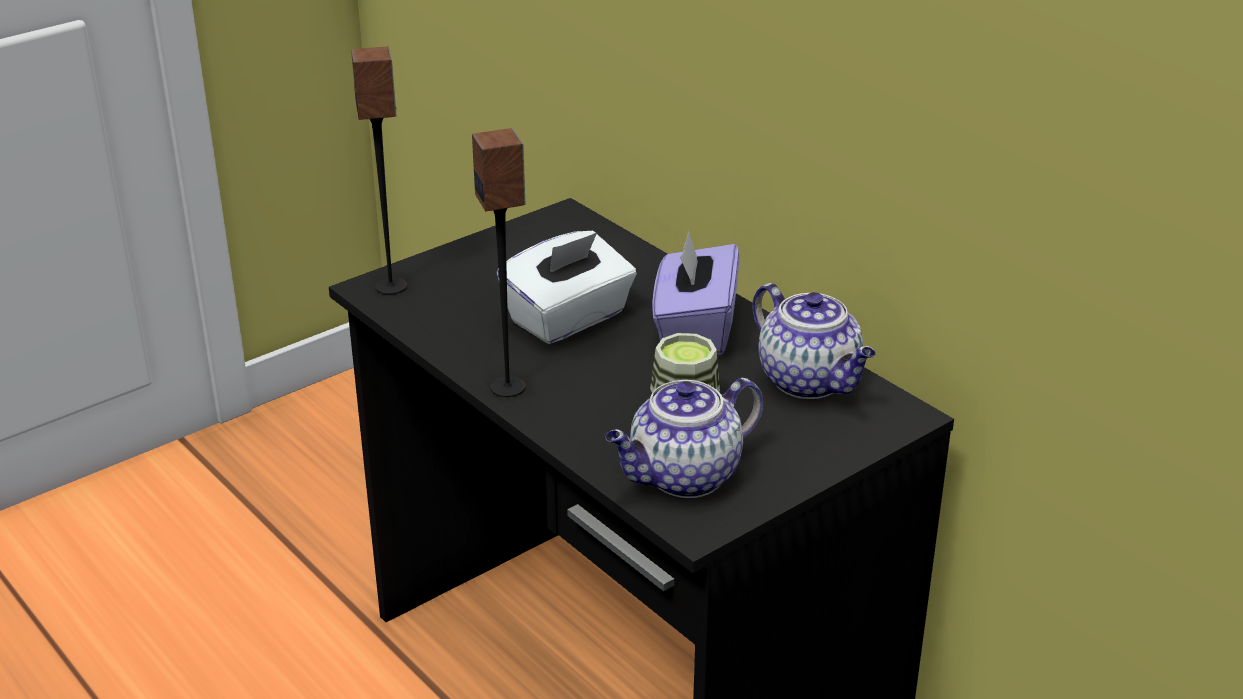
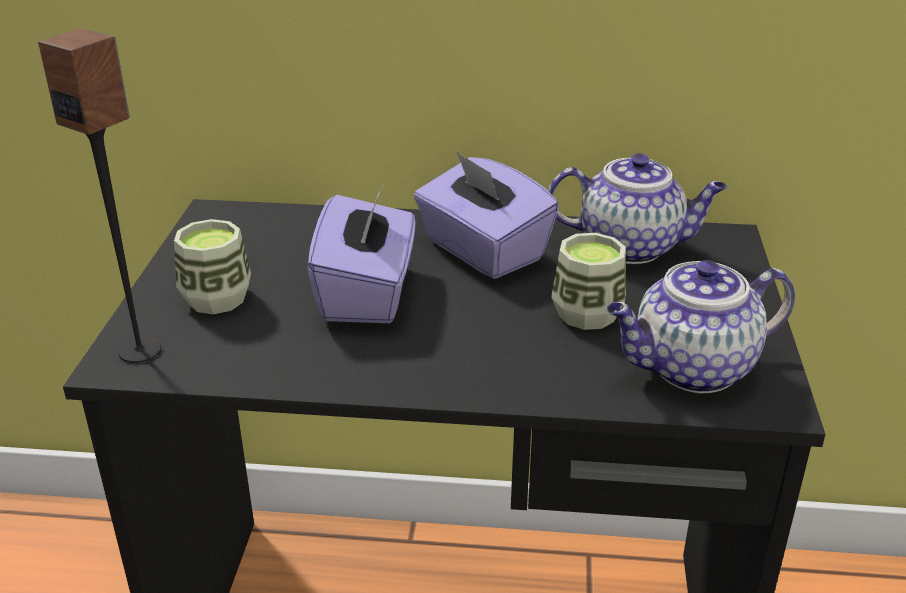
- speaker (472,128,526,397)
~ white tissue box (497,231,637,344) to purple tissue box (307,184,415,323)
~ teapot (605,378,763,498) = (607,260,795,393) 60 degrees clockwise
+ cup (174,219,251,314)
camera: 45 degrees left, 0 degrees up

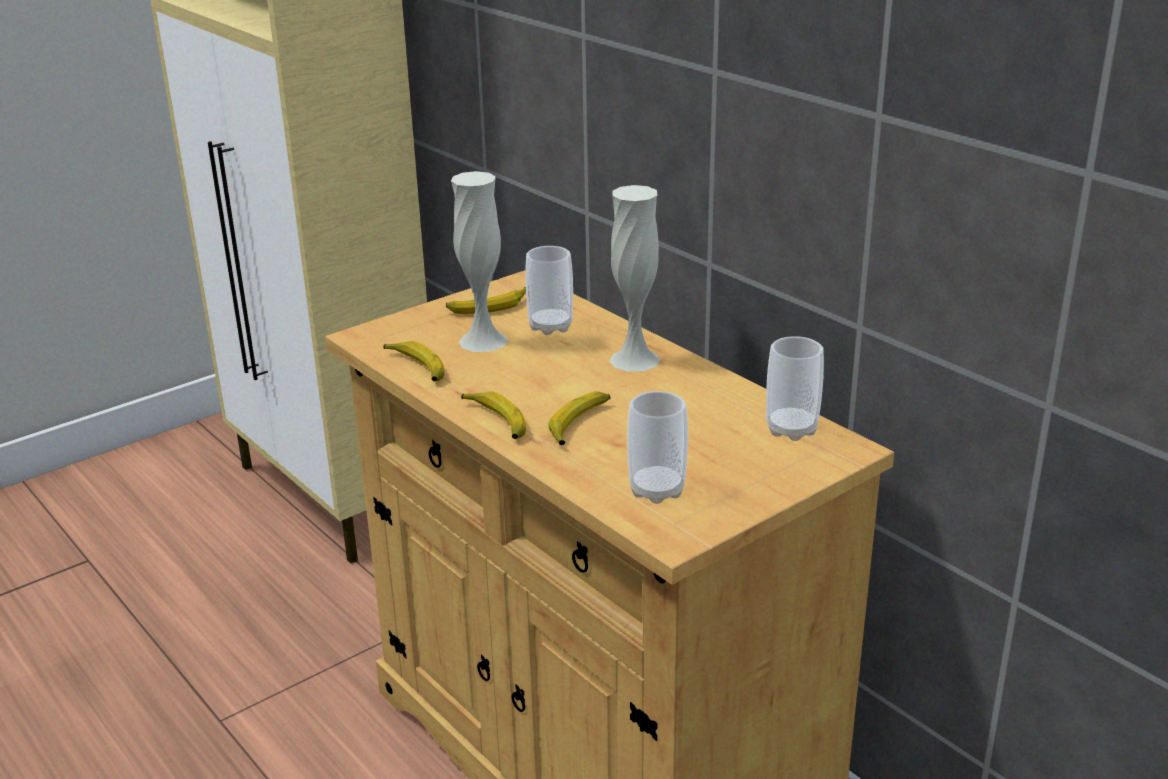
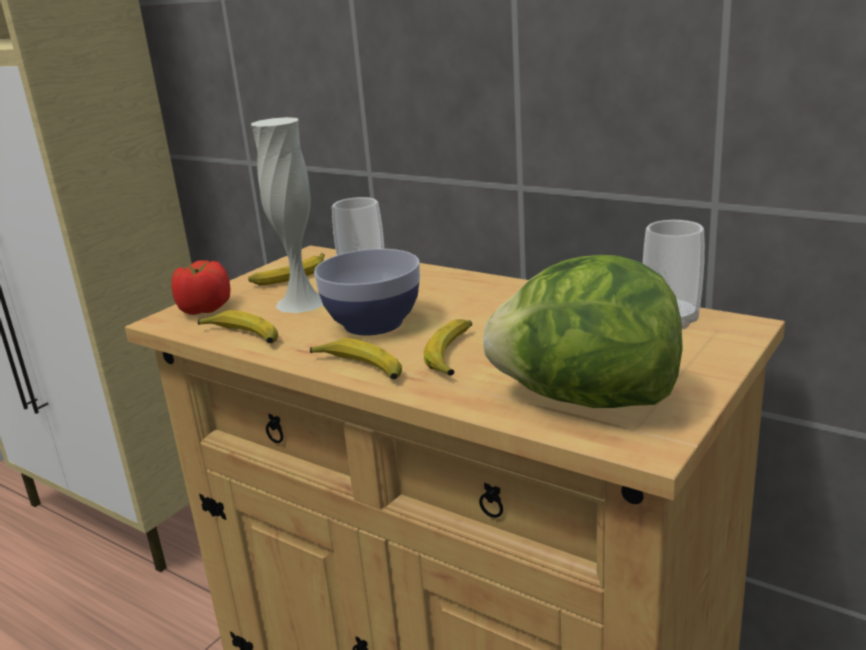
- white vase (609,185,660,372)
~ cup (627,391,688,504) to lettuce (483,255,683,408)
+ bowl (314,249,420,336)
+ tomato (172,260,230,315)
camera: 15 degrees left, 5 degrees down

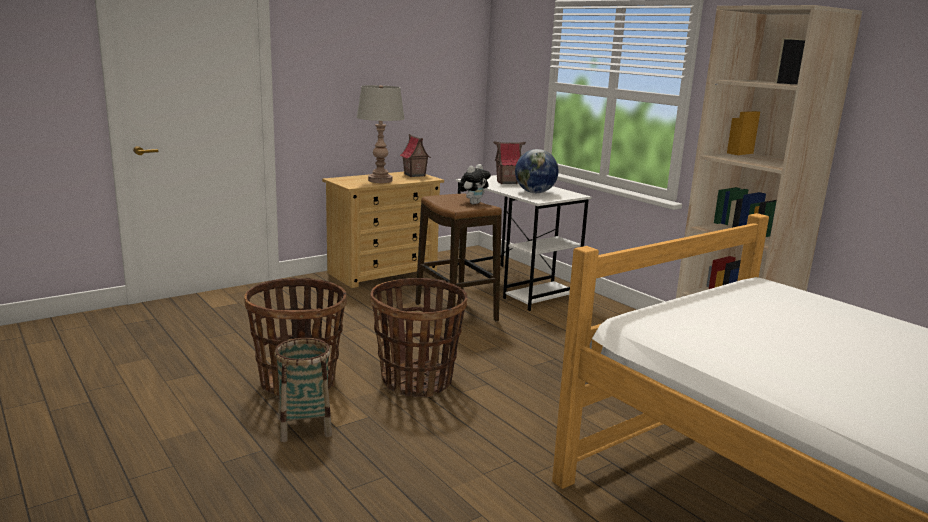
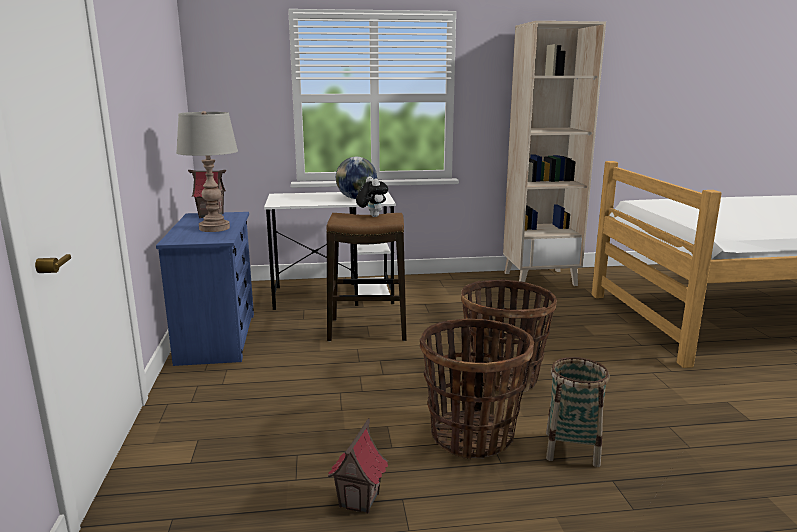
~ toy house (493,141,526,184) to (328,418,388,514)
~ beige dresser (322,172,444,288) to blue dresser (156,212,254,366)
camera: 60 degrees left, 0 degrees up

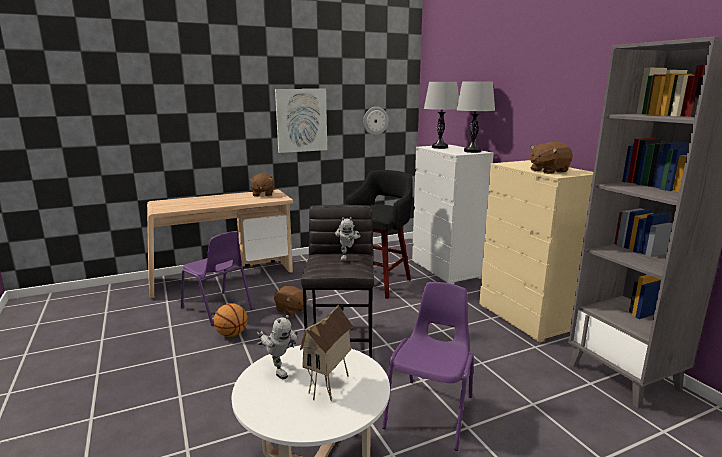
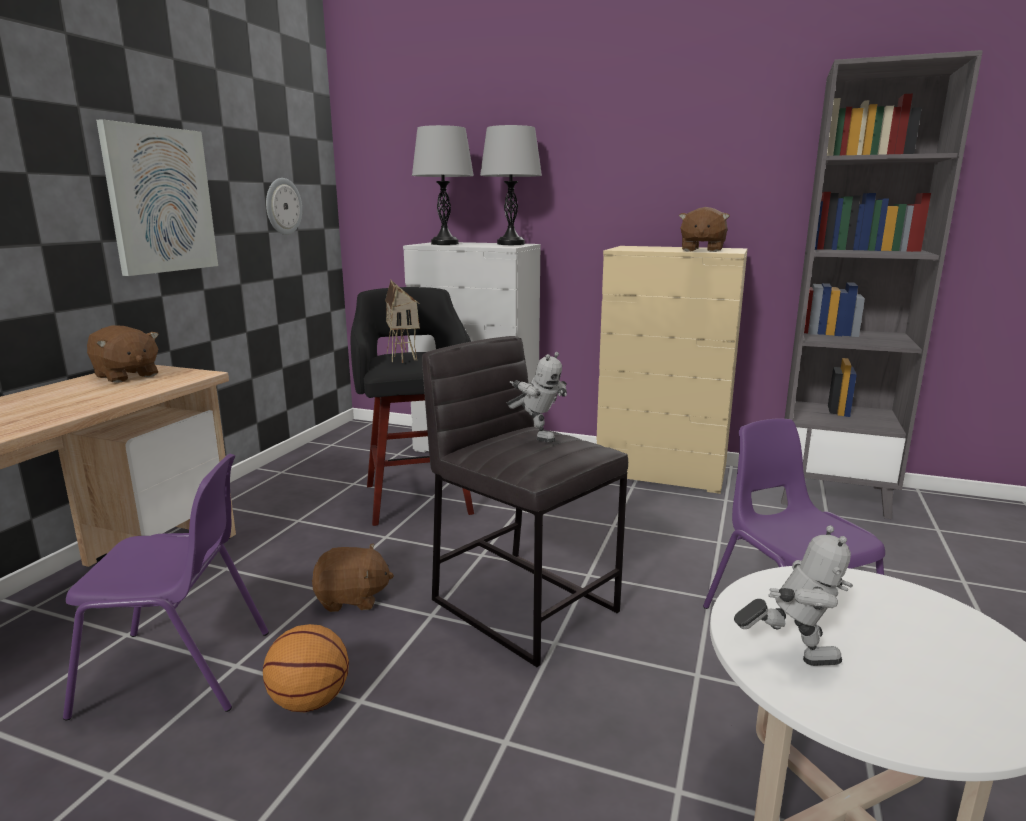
~ toy house (300,305,353,401) to (385,280,420,363)
camera: 45 degrees left, 0 degrees up

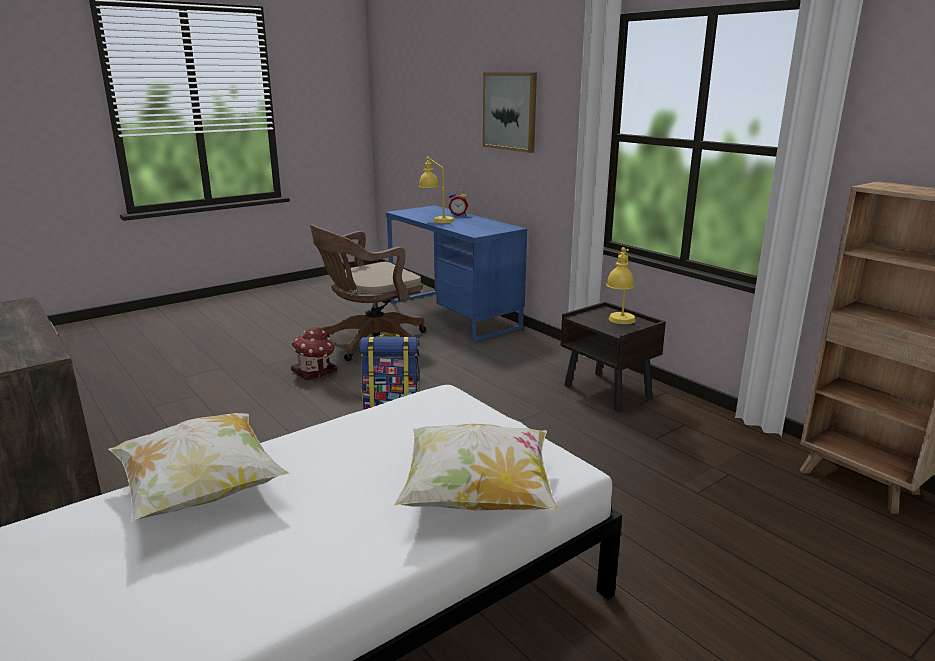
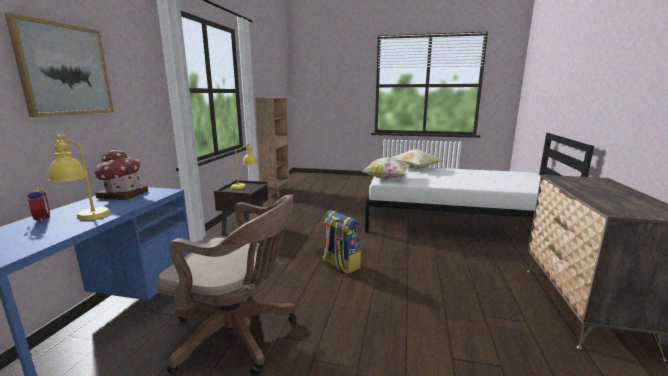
~ toy house (291,327,337,380) to (93,149,148,200)
~ pillow (108,413,290,522) to (362,157,410,180)
camera: 130 degrees left, 5 degrees down

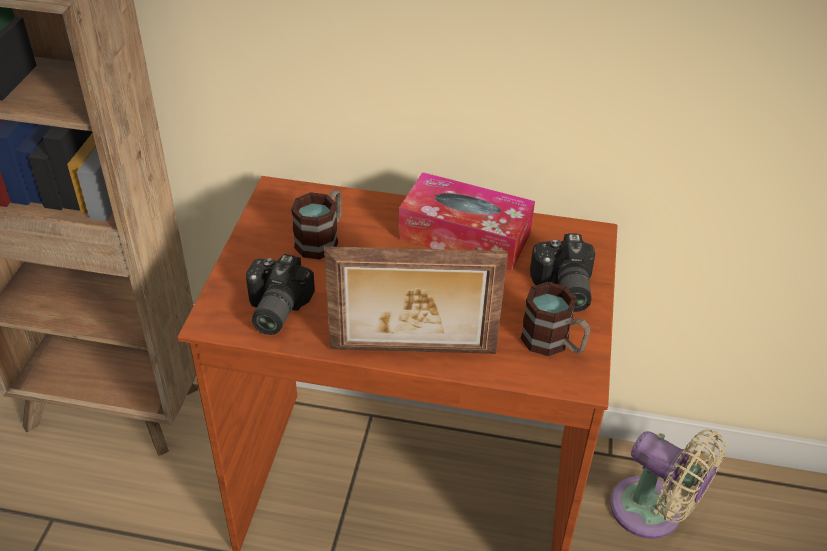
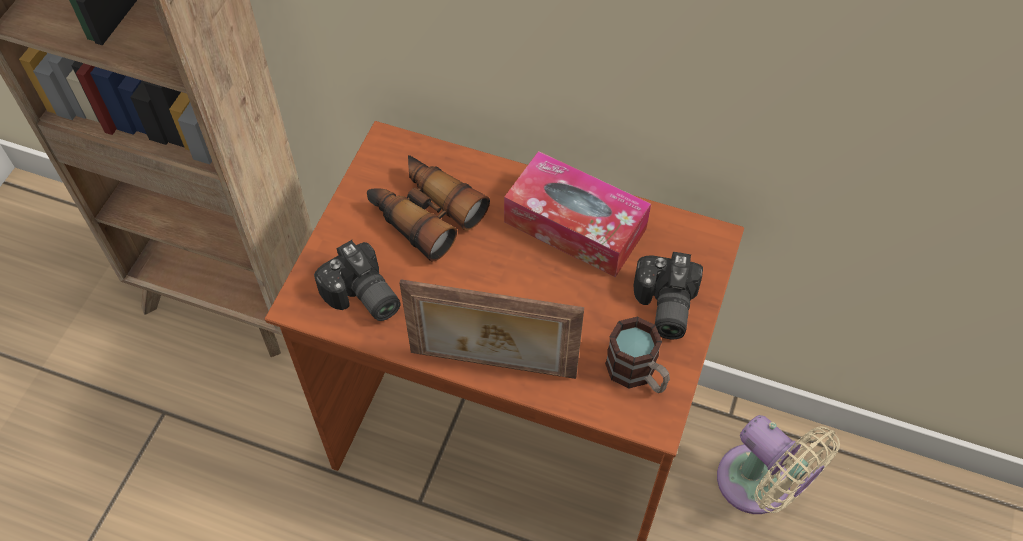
~ mug (291,190,342,259) to binoculars (367,155,490,262)
~ photo camera (246,254,315,335) = (314,240,400,321) 60 degrees counterclockwise
camera: 10 degrees right, 15 degrees up

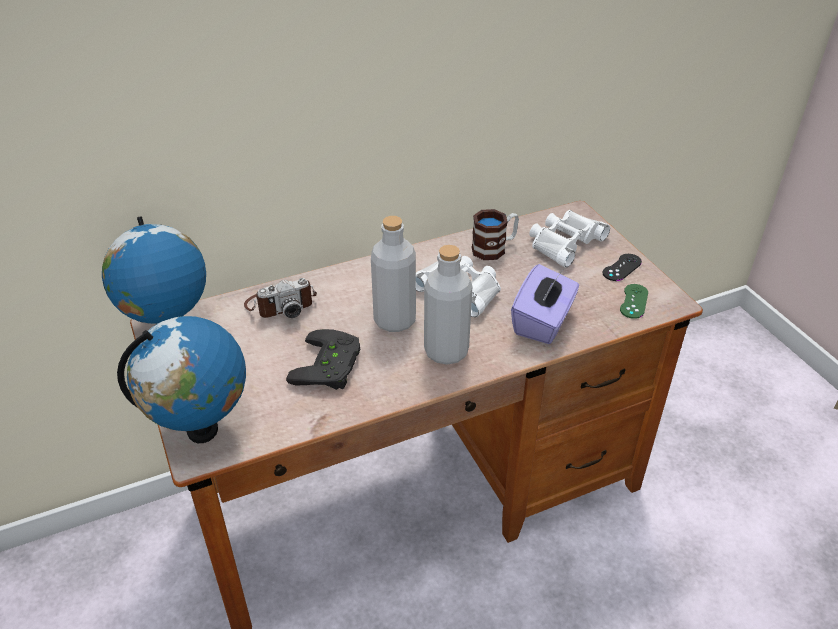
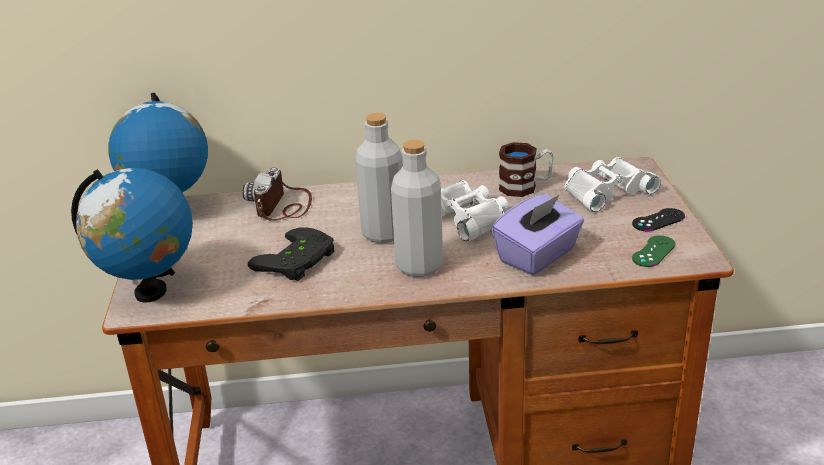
~ photo camera (244,278,317,318) = (242,167,312,221) 105 degrees clockwise
camera: 20 degrees right, 10 degrees down

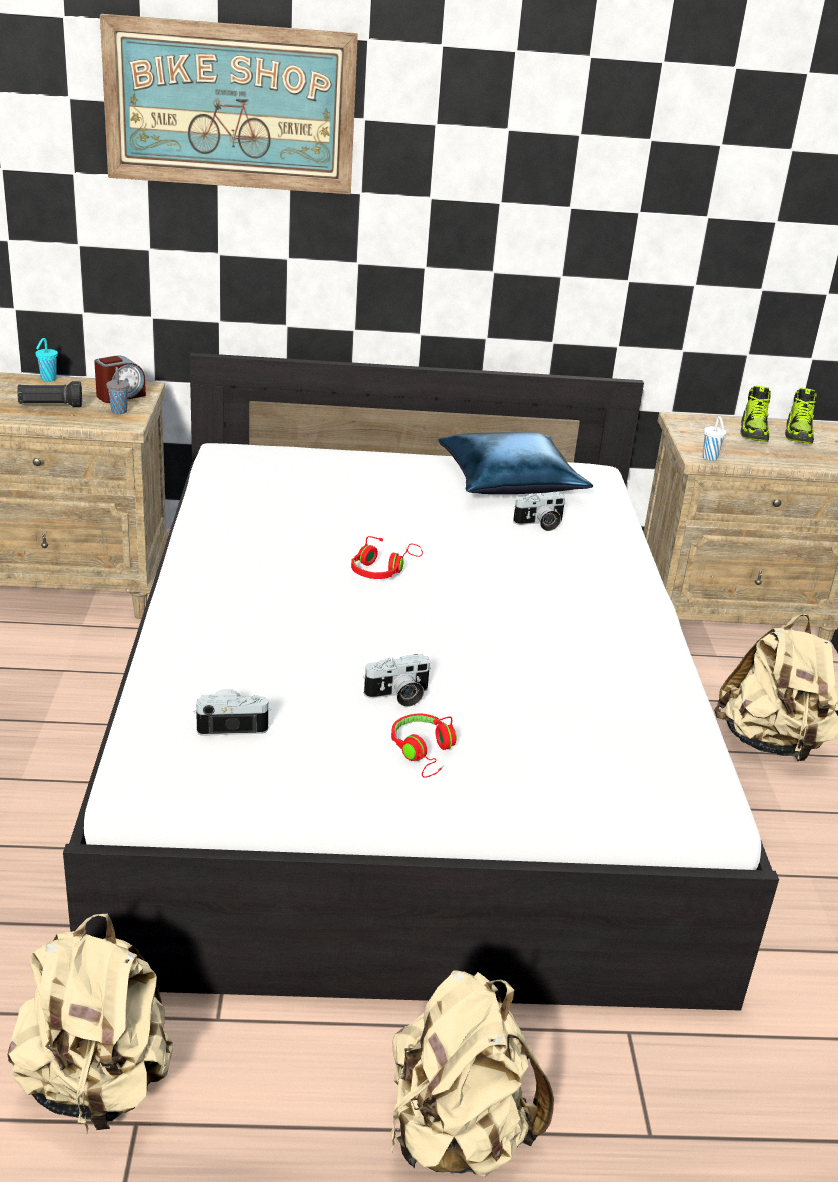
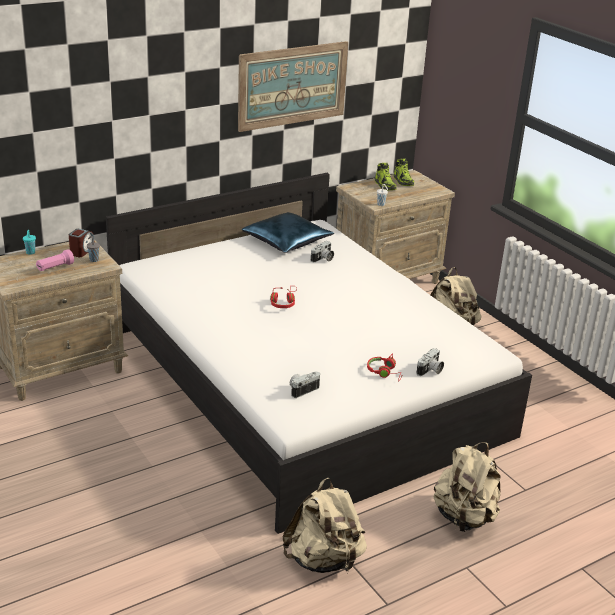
~ picture (100,14,358,194) to (238,41,348,132)
~ black flashlight (17,381,82,407) to pink flashlight (36,249,74,271)
~ photo camera (363,654,431,707) to (416,348,444,376)
camera: 30 degrees left, 0 degrees up

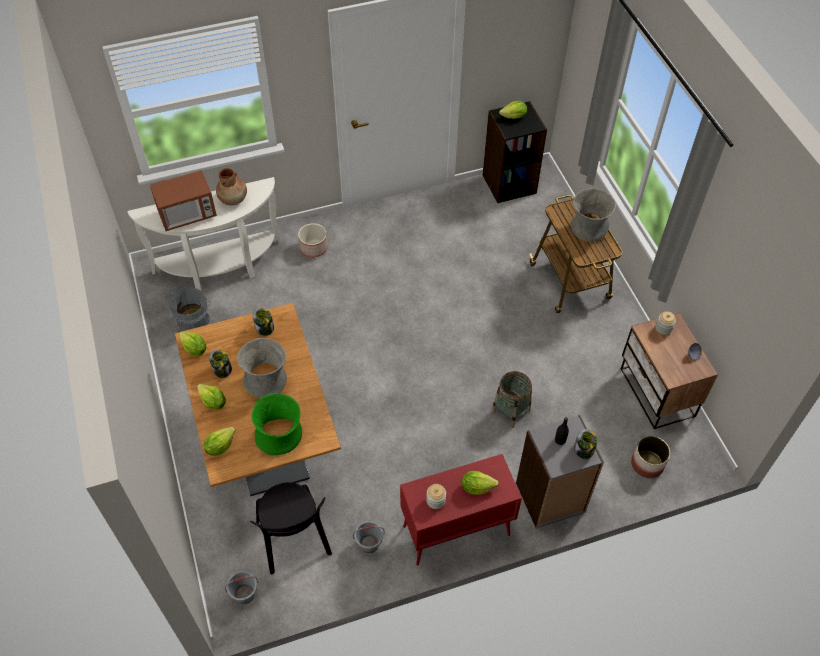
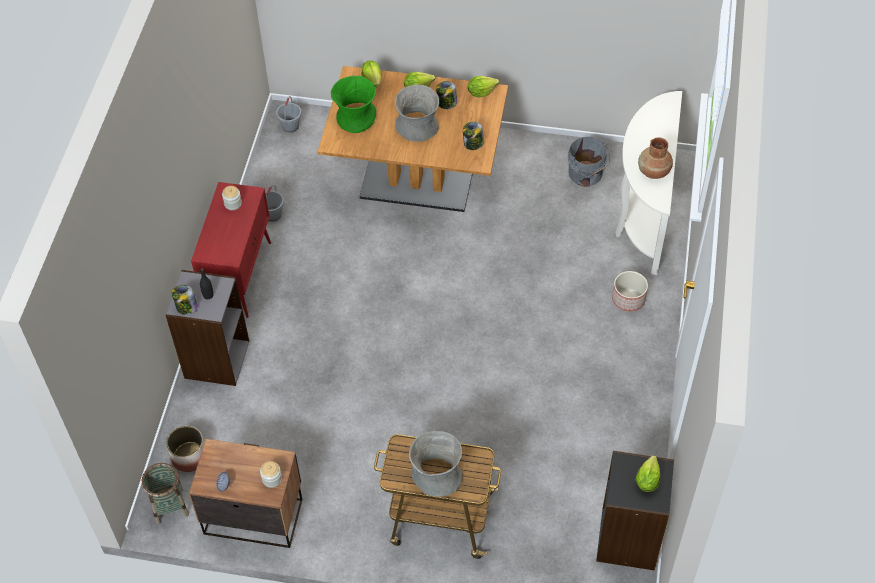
- microwave (150,170,217,231)
~ basket (492,371,532,428) to (142,463,189,524)
- lettuce (462,471,499,495)
- black chair (250,482,332,575)
camera: 120 degrees right, 0 degrees up

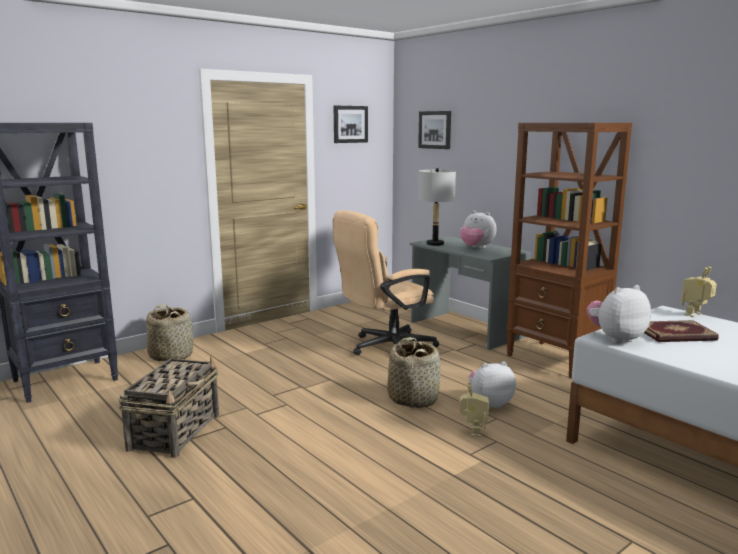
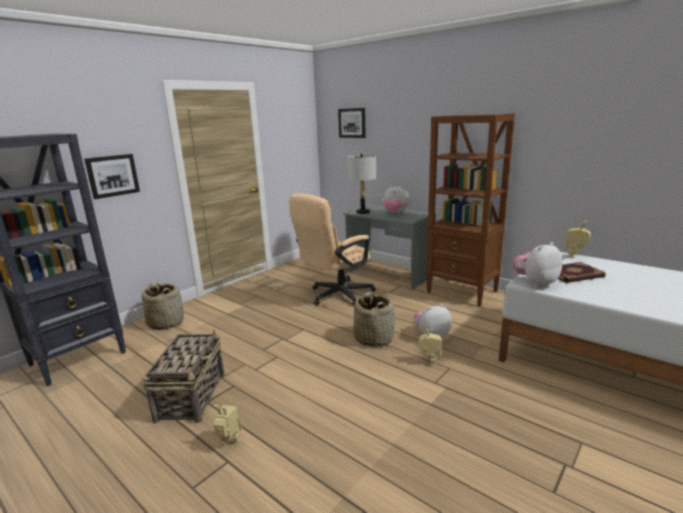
~ picture (334,106,368,143) to (84,154,140,199)
+ toy robot (214,404,242,447)
camera: 10 degrees left, 5 degrees up

